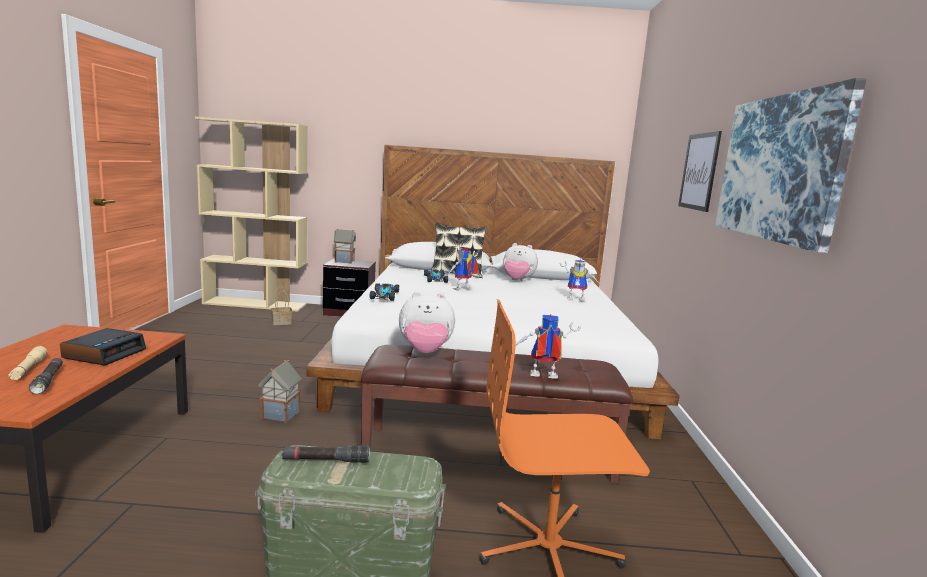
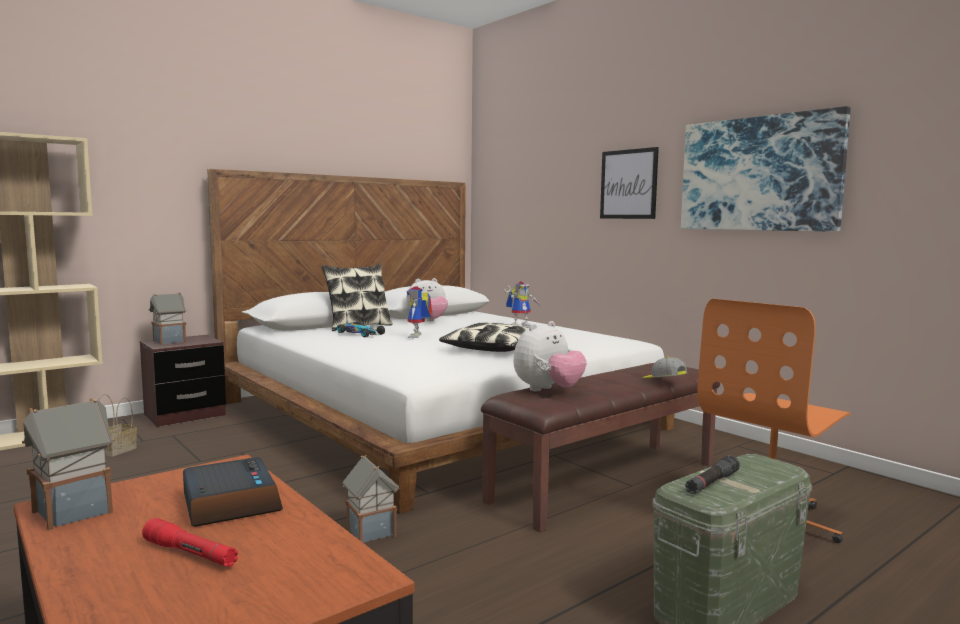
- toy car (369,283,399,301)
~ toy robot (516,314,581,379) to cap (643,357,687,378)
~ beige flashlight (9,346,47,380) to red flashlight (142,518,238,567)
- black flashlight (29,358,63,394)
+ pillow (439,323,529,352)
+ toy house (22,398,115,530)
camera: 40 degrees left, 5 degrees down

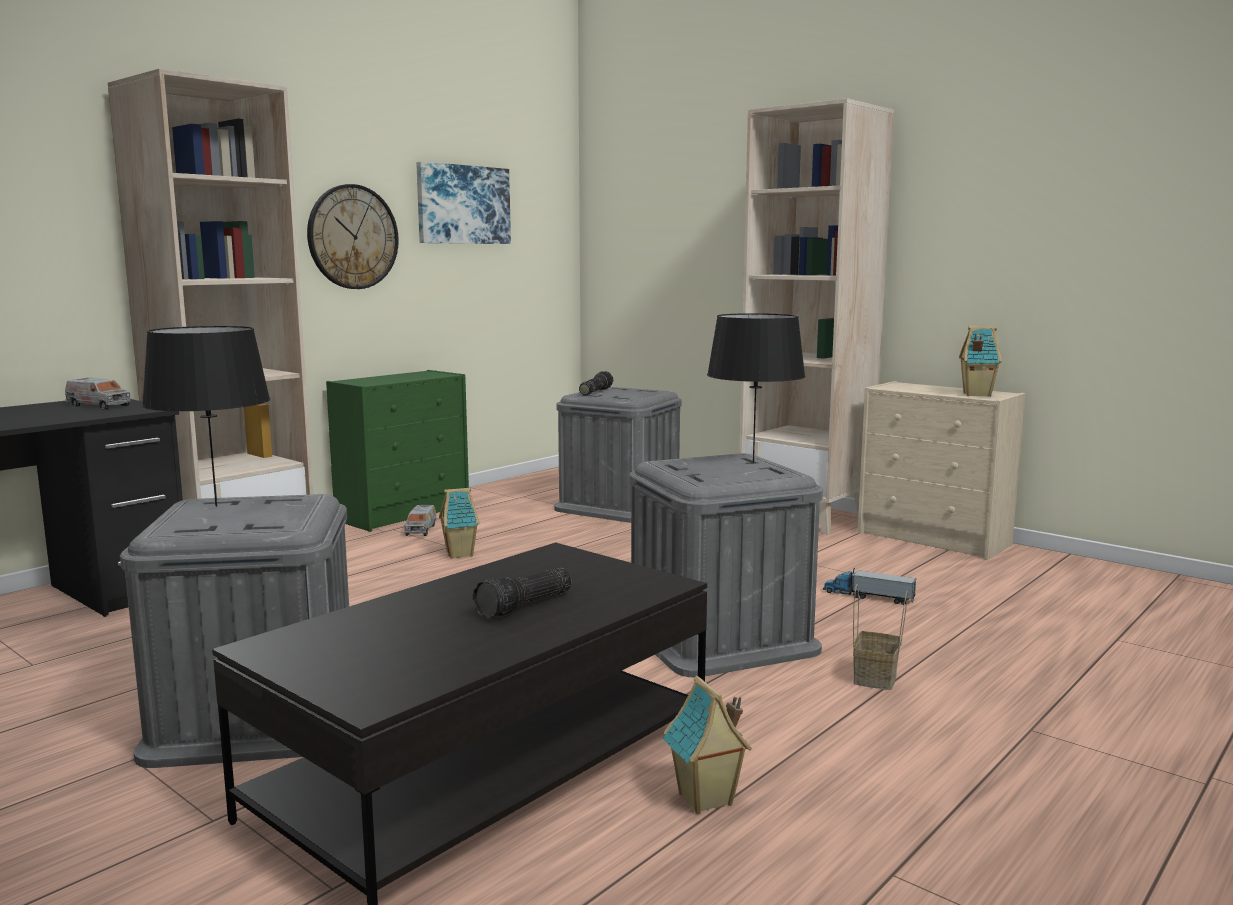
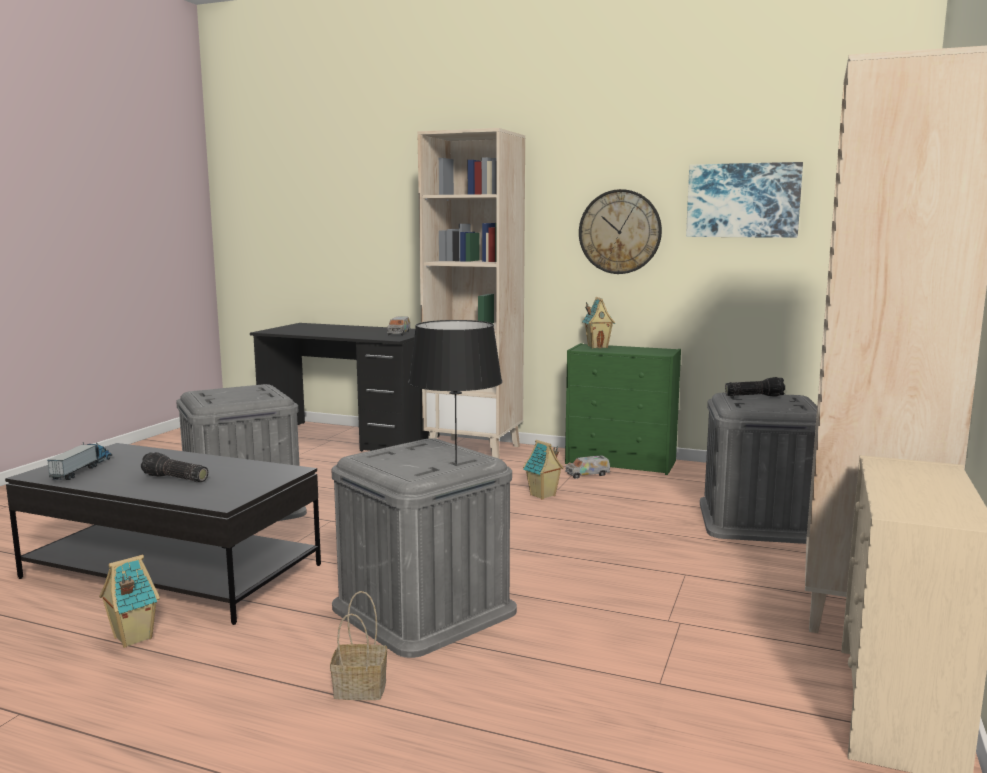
- black table lamp (142,326,270,507)
~ toy house (959,326,1002,397) to (582,297,615,348)
~ toy truck (823,568,917,605) to (47,442,112,480)
camera: 70 degrees right, 0 degrees up

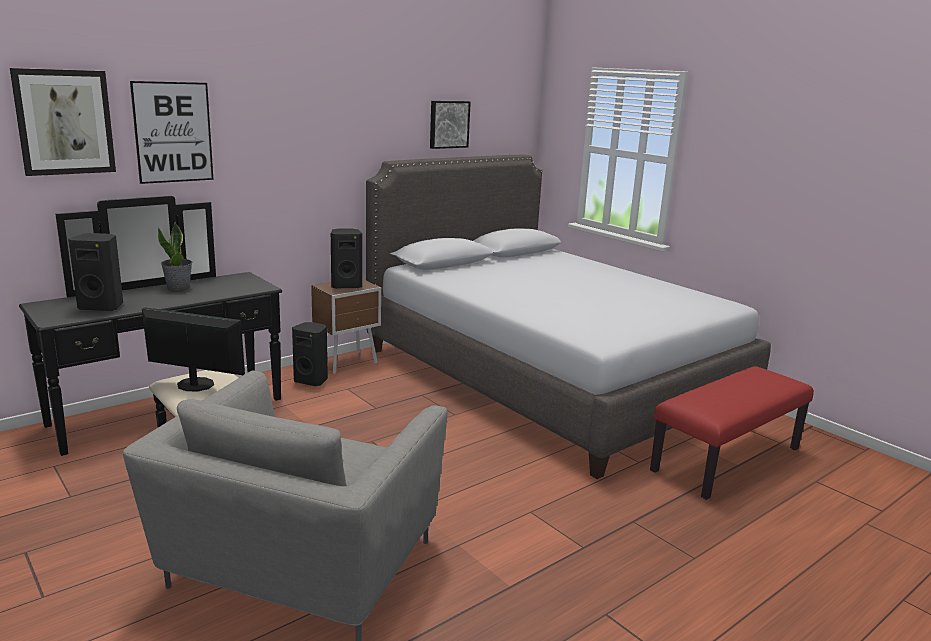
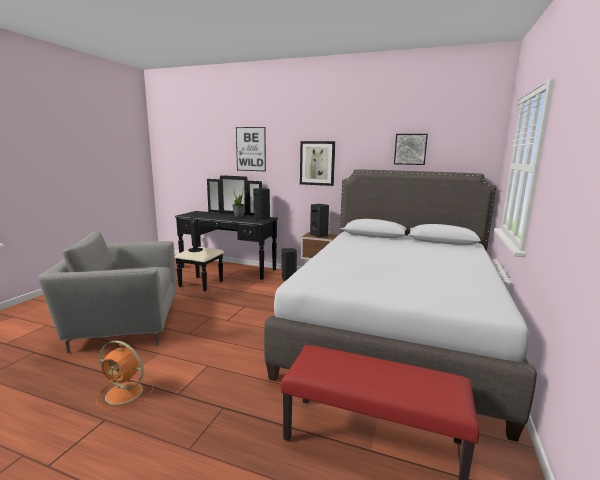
~ picture (10,68,116,176) to (300,141,335,186)
~ black speaker (68,233,123,311) to (253,188,270,220)
+ orange fan (96,341,154,411)
camera: 60 degrees right, 5 degrees down

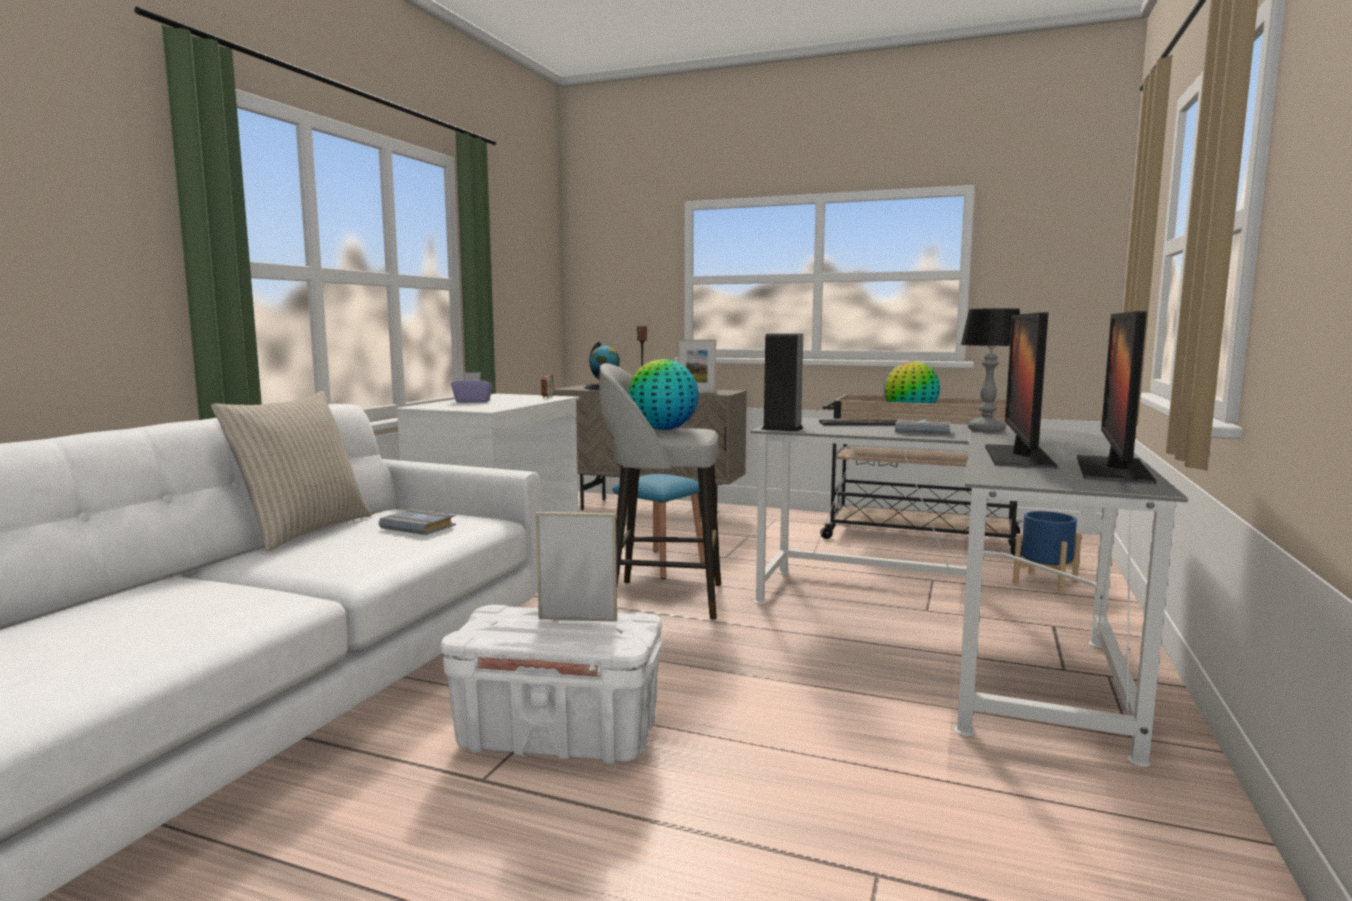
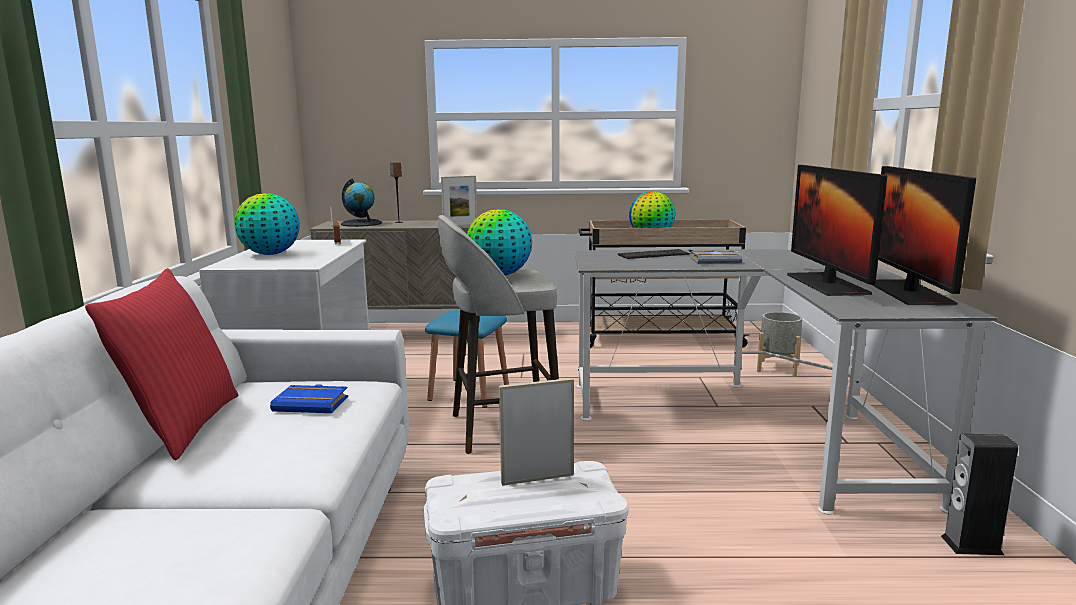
- table lamp (960,308,1020,432)
~ speaker (761,333,804,432) to (941,434,1018,555)
~ purple tissue box (451,372,493,403) to globe (234,193,300,255)
~ beige pillow (211,391,372,551) to red pillow (85,268,238,460)
~ grey book (379,509,456,535) to blue book (270,385,348,413)
~ blue planter (1013,511,1082,594) to grey planter (757,312,802,377)
camera: 20 degrees left, 5 degrees up

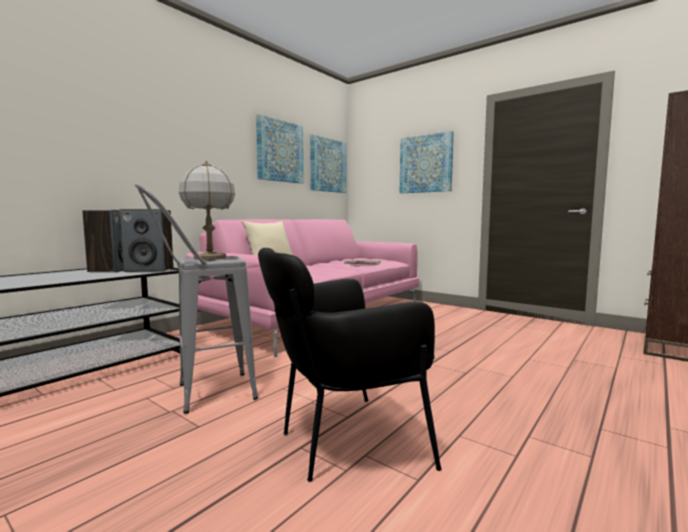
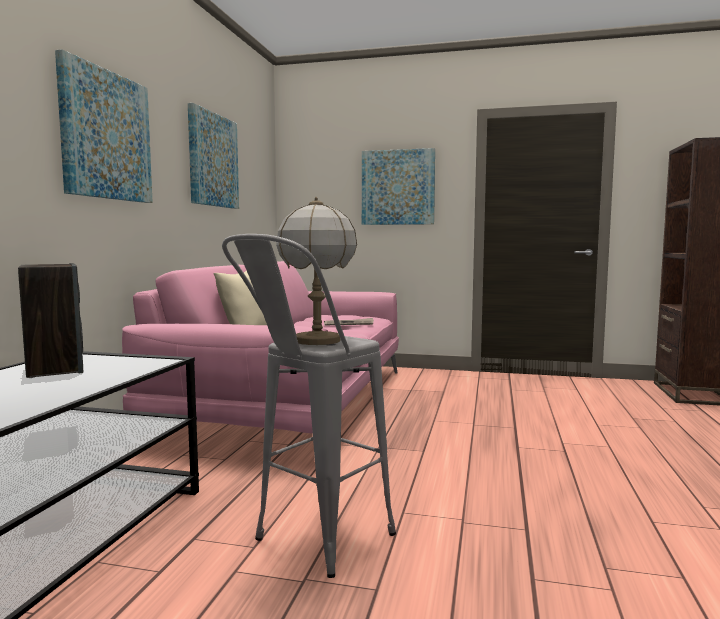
~ picture (310,134,346,193) to (55,49,153,203)
- speaker (119,209,174,272)
- black armchair (258,248,442,482)
camera: 25 degrees left, 0 degrees up

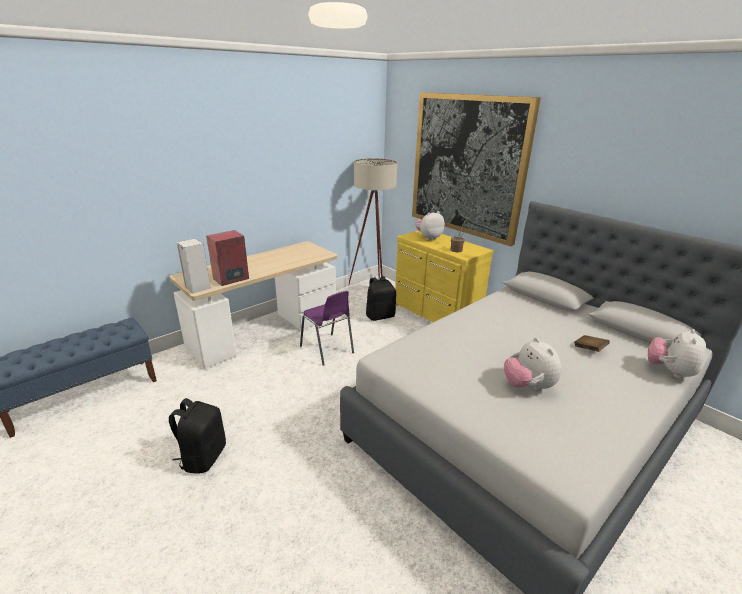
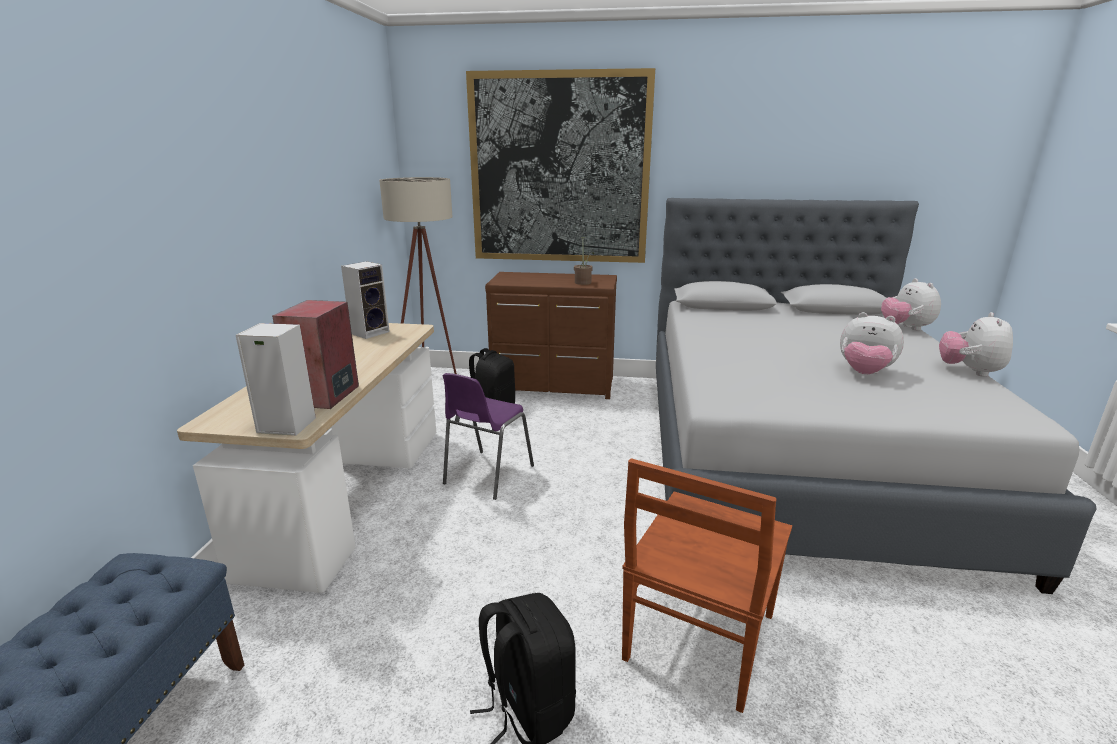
~ plush toy (415,211,445,240) to (939,312,1013,377)
~ yellow dresser (395,230,493,322) to brown dresser (485,272,617,399)
~ purple chair (300,291,354,366) = (443,373,534,500) 105 degrees clockwise
- brown book (574,335,610,352)
+ speaker (341,261,390,339)
+ brown chair (622,458,792,713)
camera: 40 degrees left, 5 degrees down

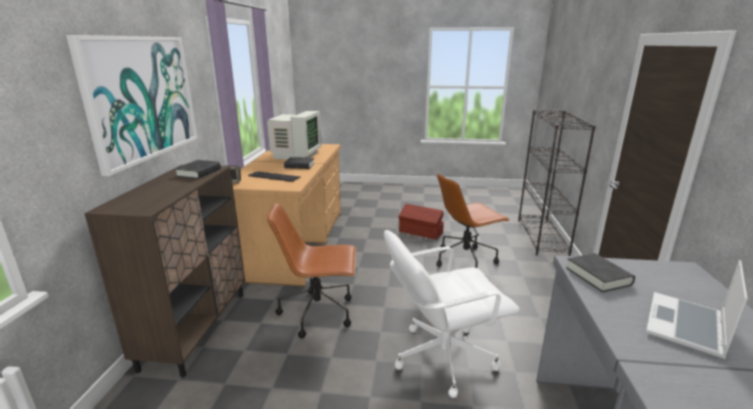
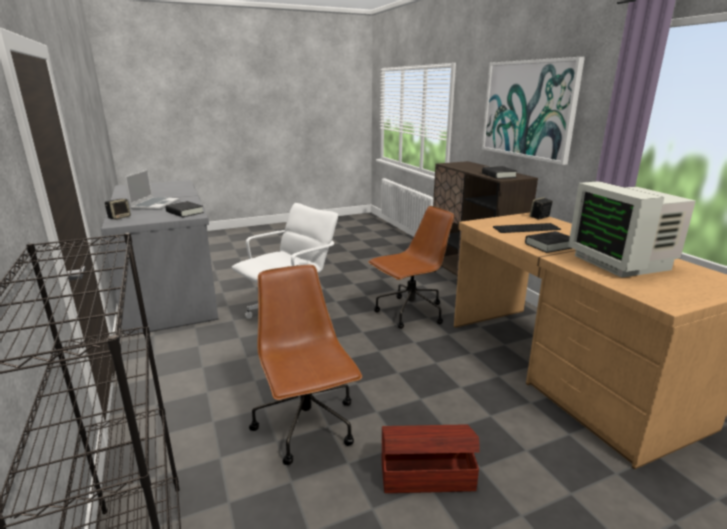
~ brown office chair (437,173,509,268) = (249,265,362,465) 60 degrees counterclockwise
+ speaker (105,199,131,220)
camera: 150 degrees right, 0 degrees up

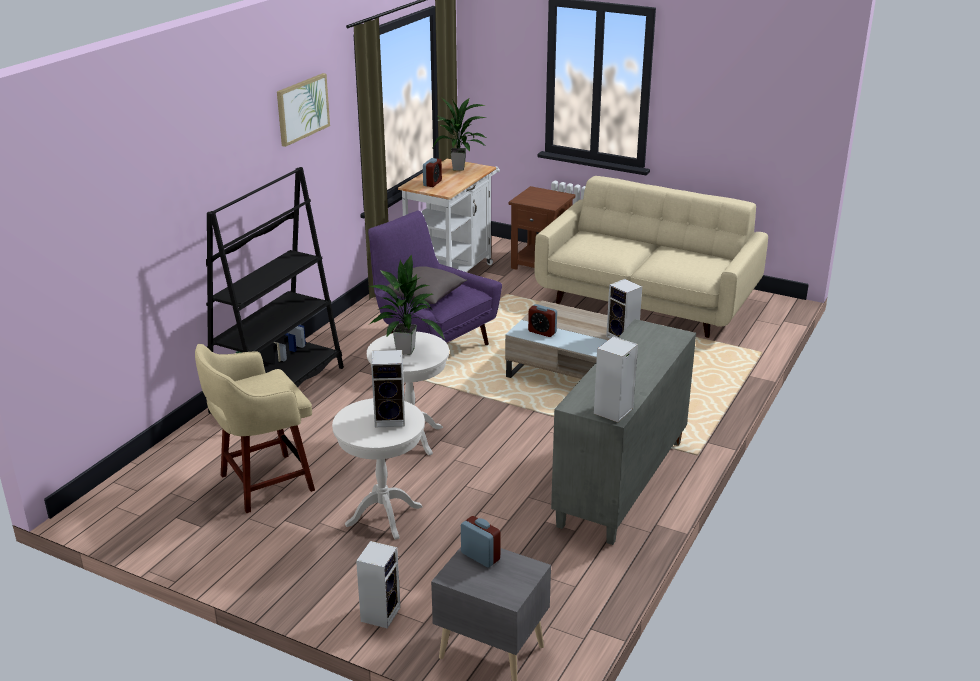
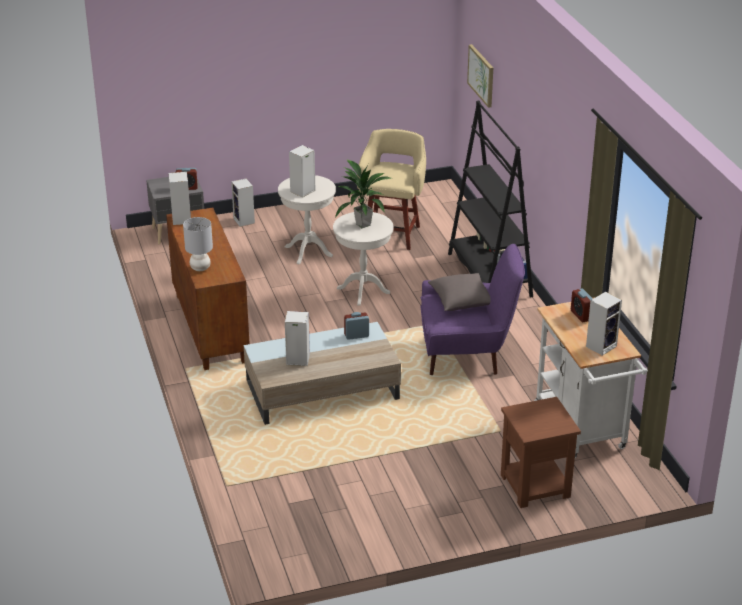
~ picture (277,73,330,147) to (467,44,493,108)
~ potted plant (433,97,486,171) to speaker (586,292,622,356)
- beige sofa (535,176,768,338)
~ grey cabinet (551,319,696,545) to brown cabinet (166,208,250,370)
+ grey table lamp (183,217,213,271)
camera: 135 degrees right, 5 degrees up

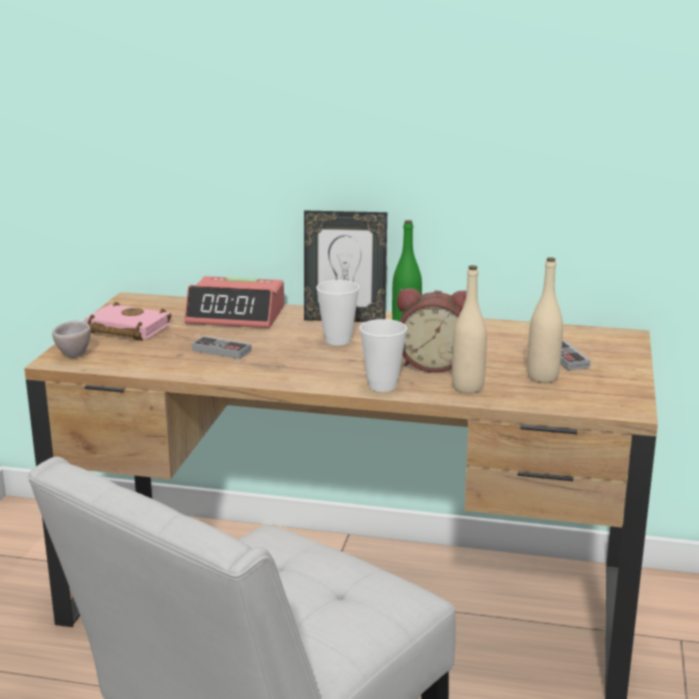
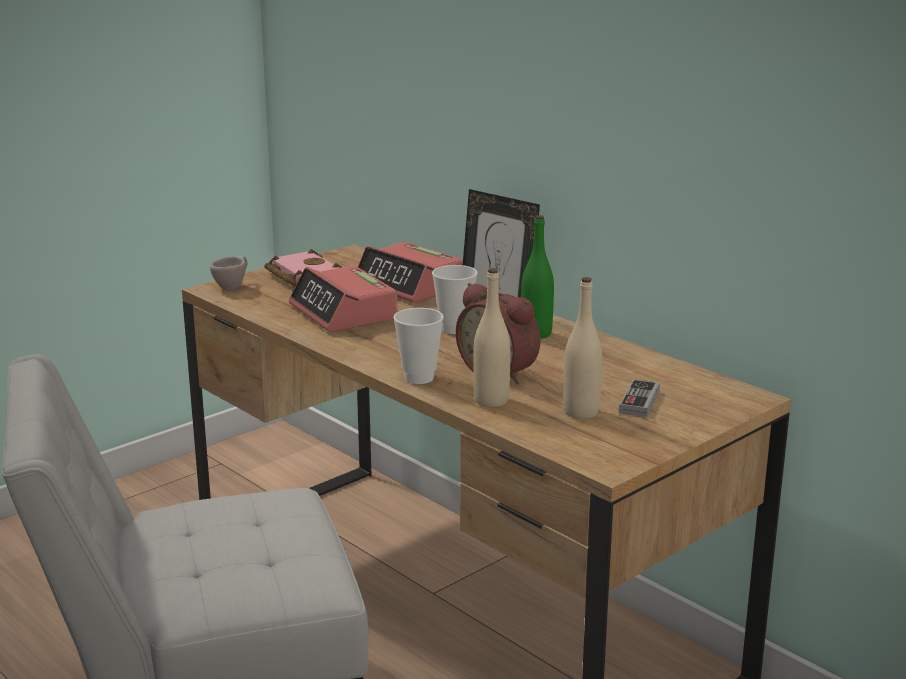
~ game controller (192,336,252,359) to alarm clock (289,265,397,332)
camera: 35 degrees right, 0 degrees up

